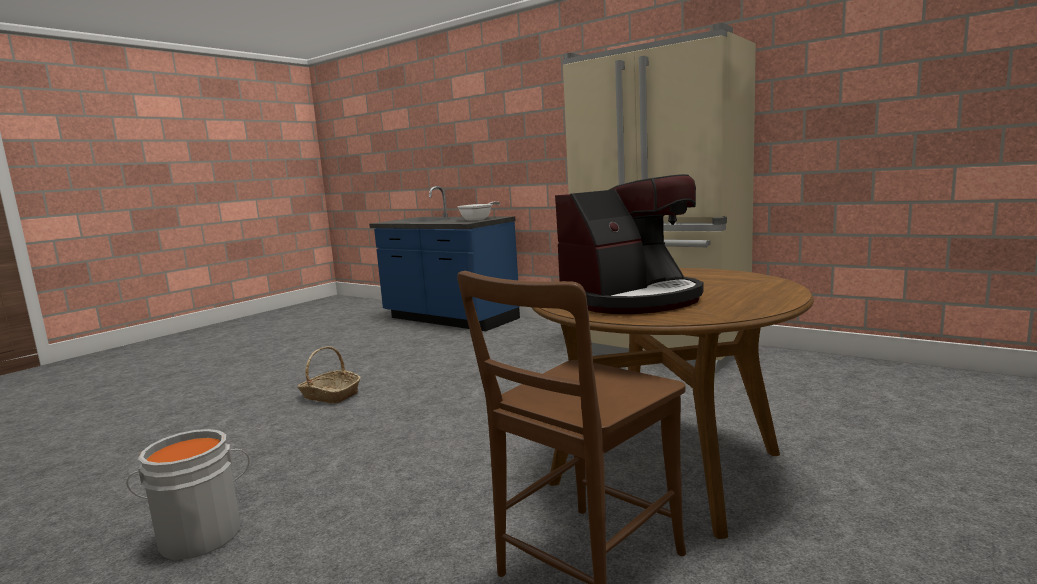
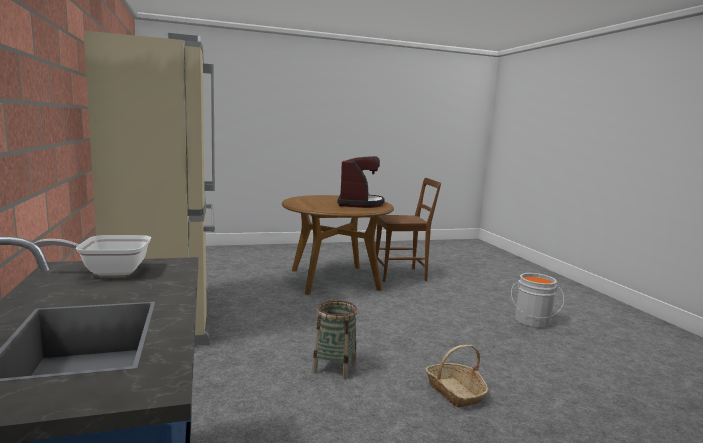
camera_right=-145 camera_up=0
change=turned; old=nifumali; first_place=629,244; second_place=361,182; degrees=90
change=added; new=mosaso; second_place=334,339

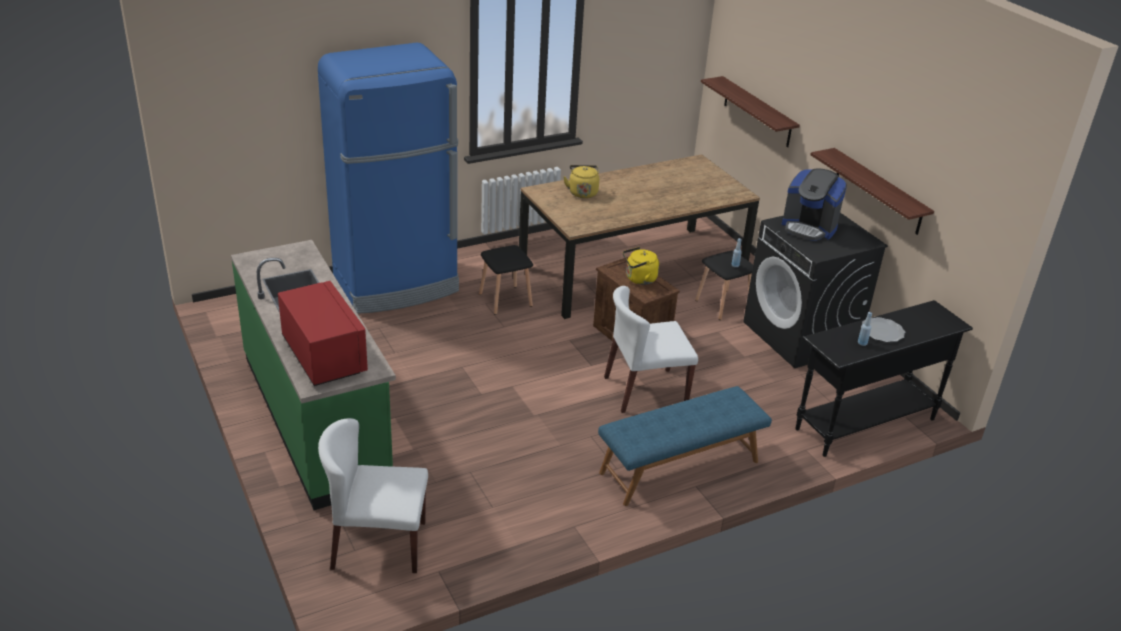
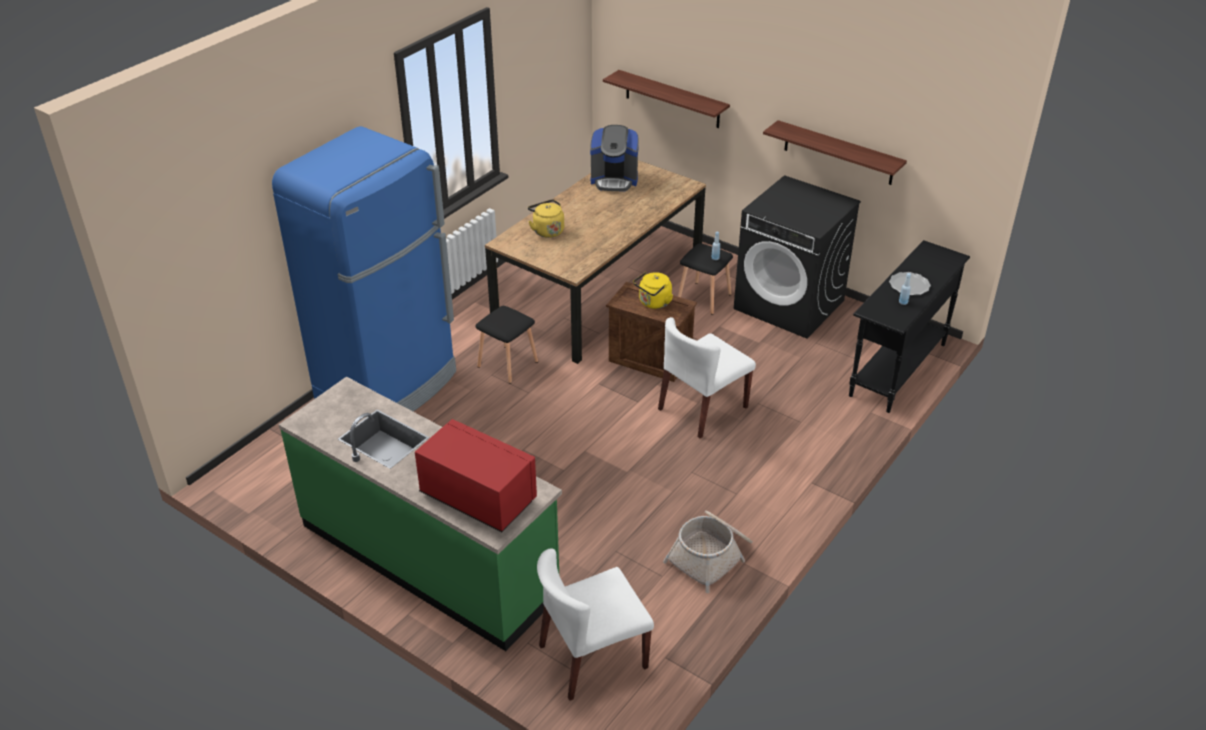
camera_right=-25 camera_up=5
change=removed; old=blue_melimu; first_place=685,446
change=moved; old=nifumali; first_place=814,204; second_place=614,158
change=added; new=mosaso; second_place=708,551

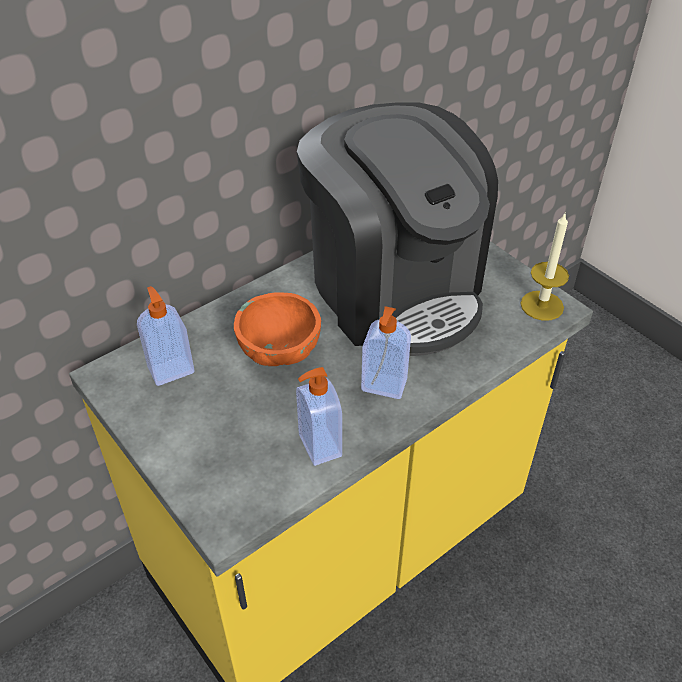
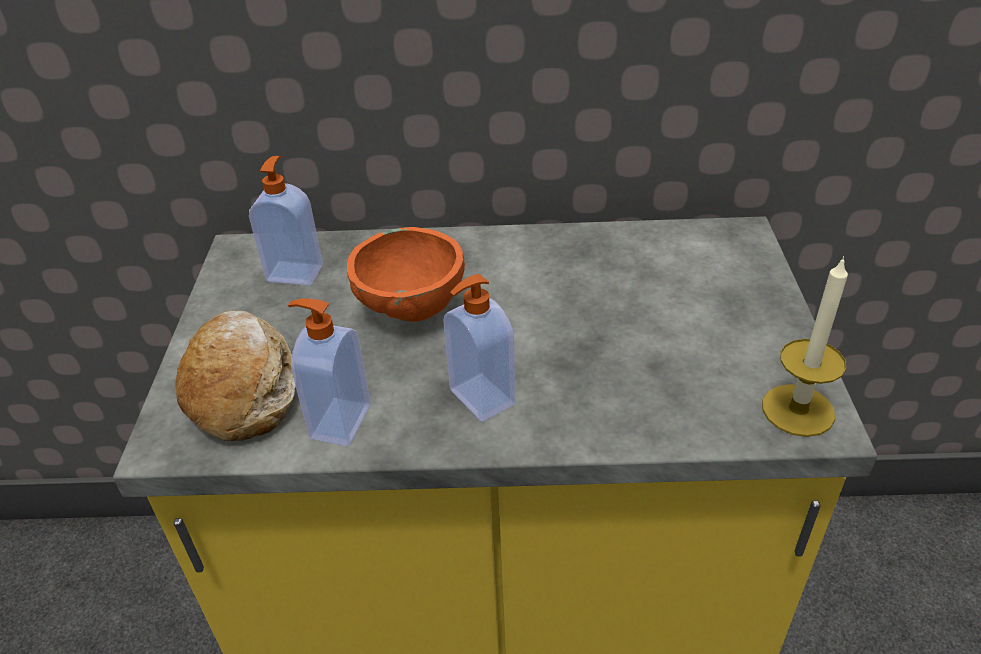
camera_right=40 camera_up=-5
change=removed; old=nifumali; first_place=397,229
change=added; new=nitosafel; second_place=235,375

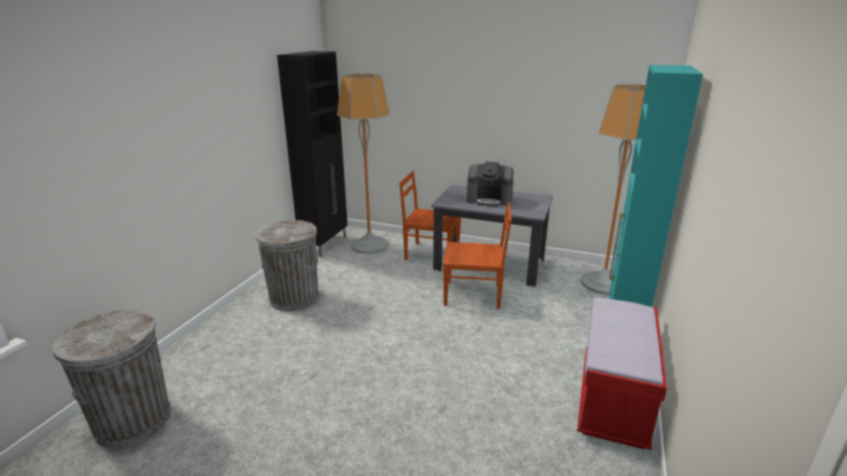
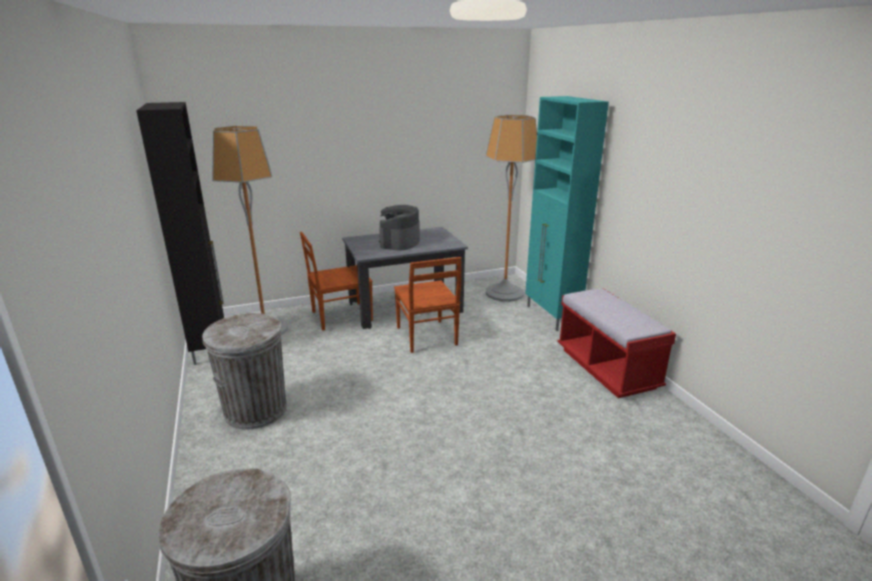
camera_right=-40 camera_up=0
change=turned; old=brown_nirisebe; first_place=477,255; second_place=427,305; degrees=105
change=turned; old=nifumali; first_place=490,183; second_place=399,228; degrees=135

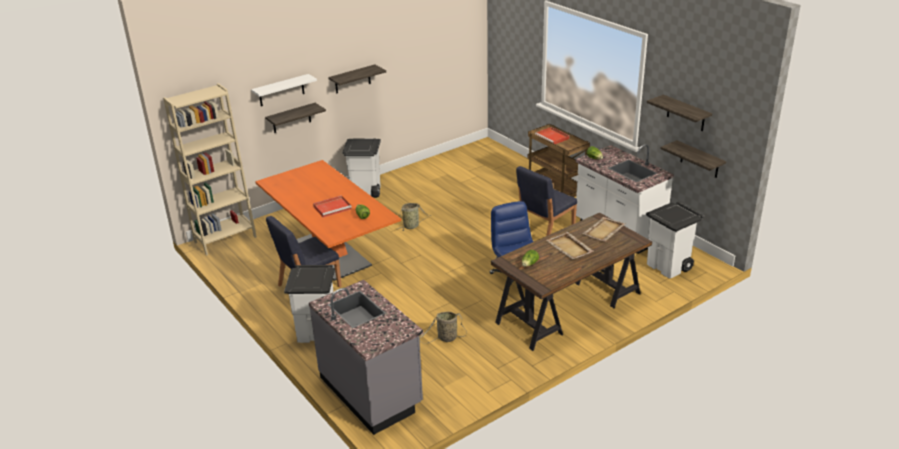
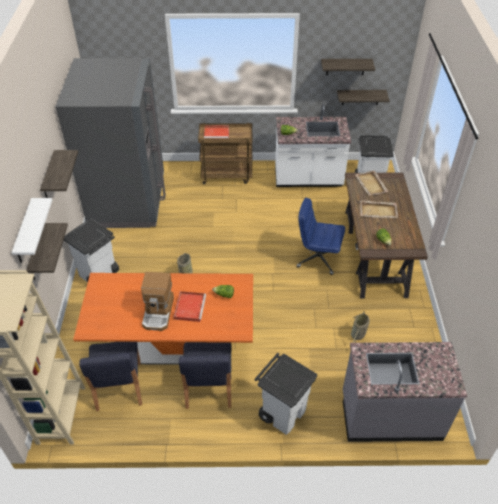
camera_right=-55 camera_up=15
change=moved; old=blue_nirisebe; first_place=546,201; second_place=110,376
change=added; new=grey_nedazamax; second_place=110,143
change=added; new=nifumali; second_place=157,301

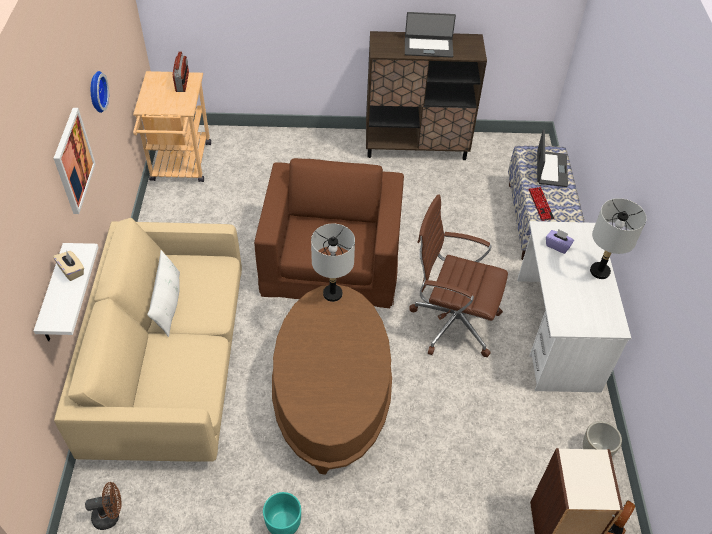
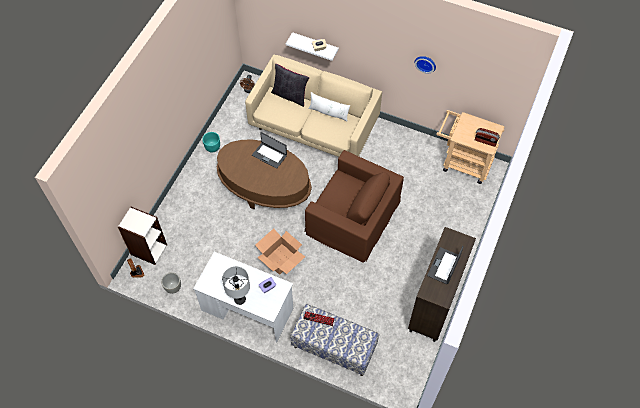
camera_right=115 camera_up=10
change=removed; old=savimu; first_place=74,161
change=removed; old=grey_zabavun; first_place=333,263
change=replaced; old=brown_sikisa; new=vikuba; first_place=459,275; second_place=280,251
change=moved; old=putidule; first_place=552,158; second_place=269,150
change=added; new=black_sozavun; second_place=290,85

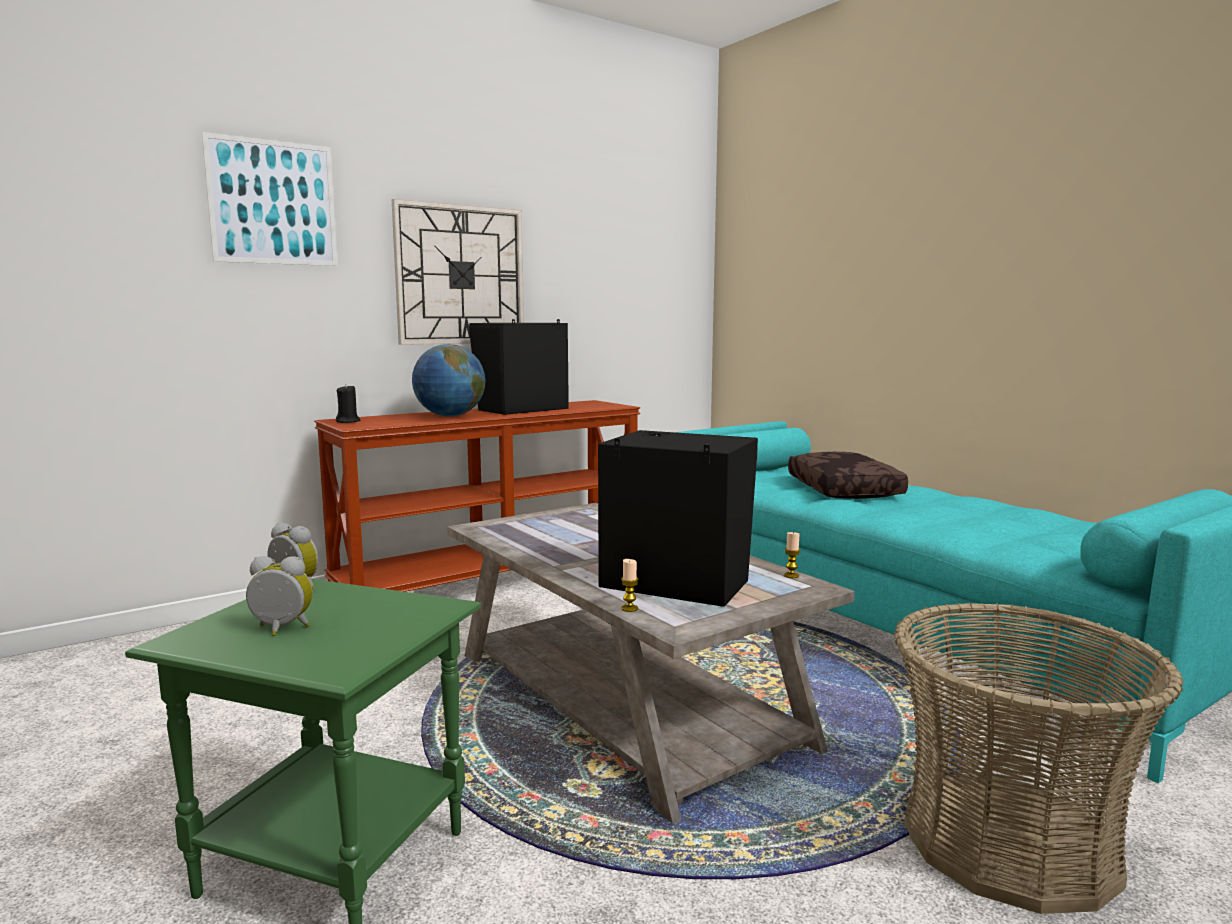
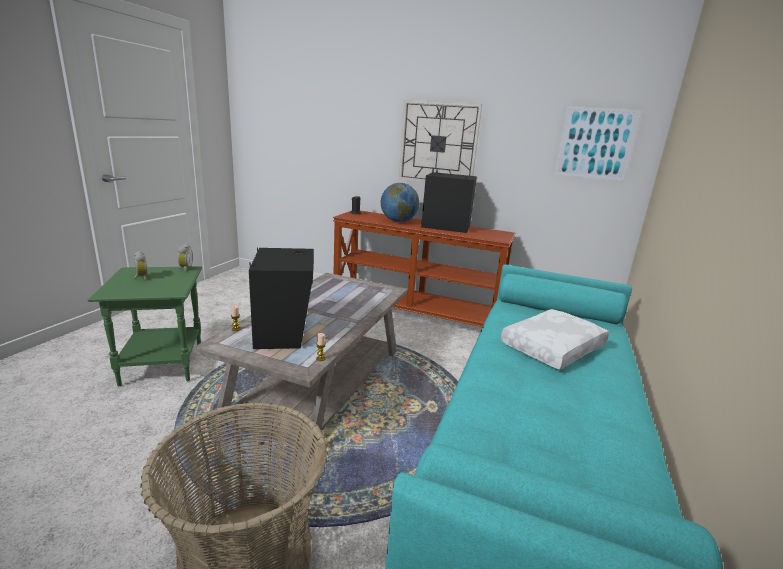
camera_right=55 camera_up=10
change=moved; old=savimu; first_place=270,199; second_place=597,143
change=recoloured; old=brown_sozavun; new=white_sozavun; first_place=848,475; second_place=555,339

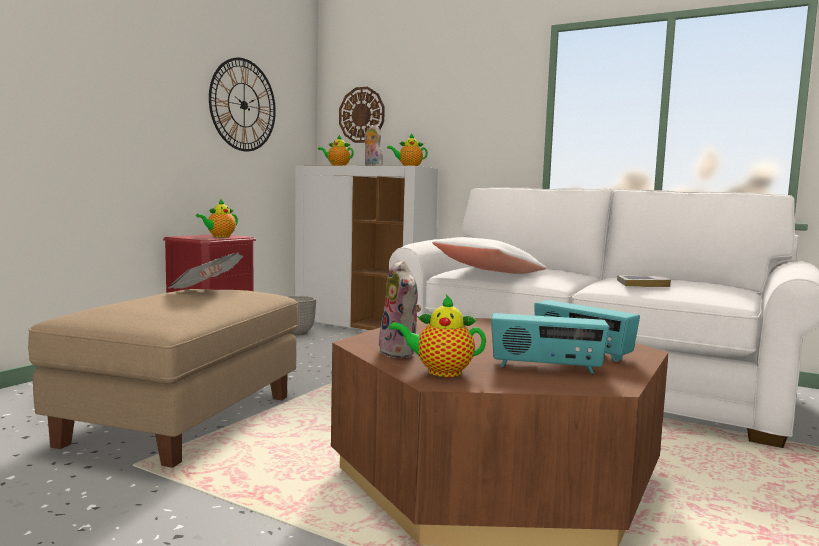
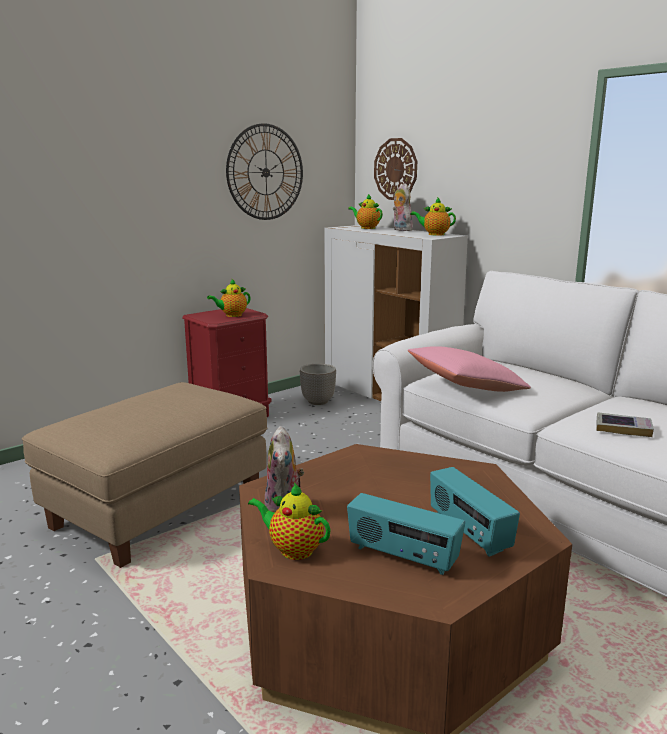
camera_right=20 camera_up=10
change=removed; old=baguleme; first_place=205,271
change=recoloured; old=white_sozavun; new=pink_sozavun; first_place=489,255; second_place=469,369

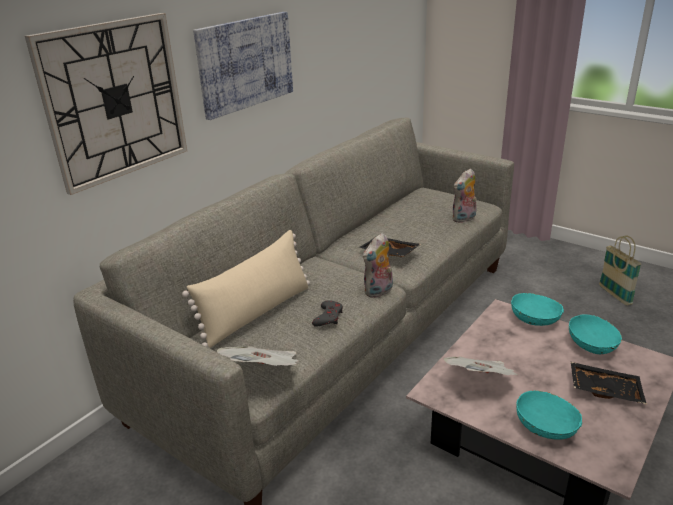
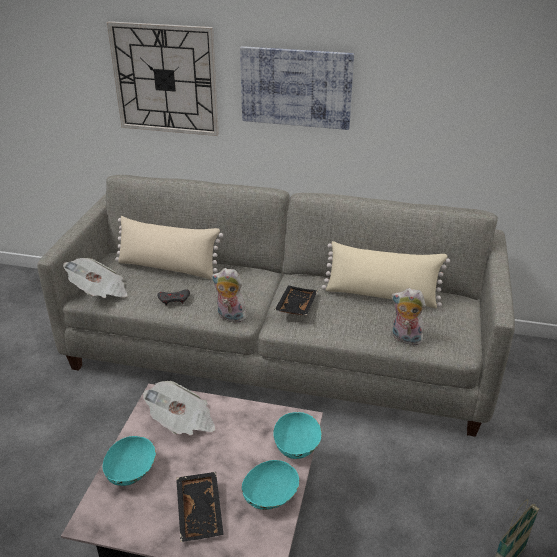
camera_right=65 camera_up=5
change=added; new=beige_sozavun; second_place=386,274

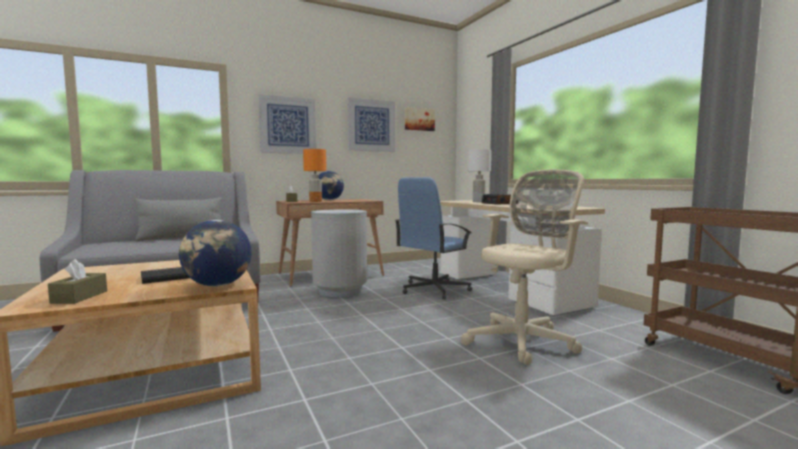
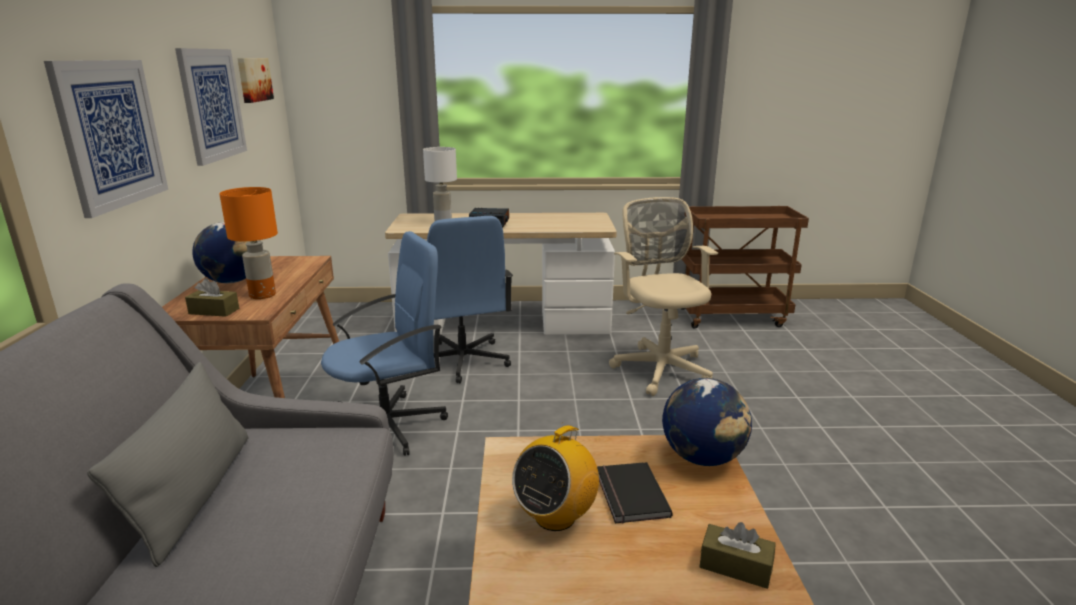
camera_right=-65 camera_up=15
change=replaced; old=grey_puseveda; new=blue_sikisa; first_place=339,253; second_place=384,343
change=added; new=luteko; second_place=555,476

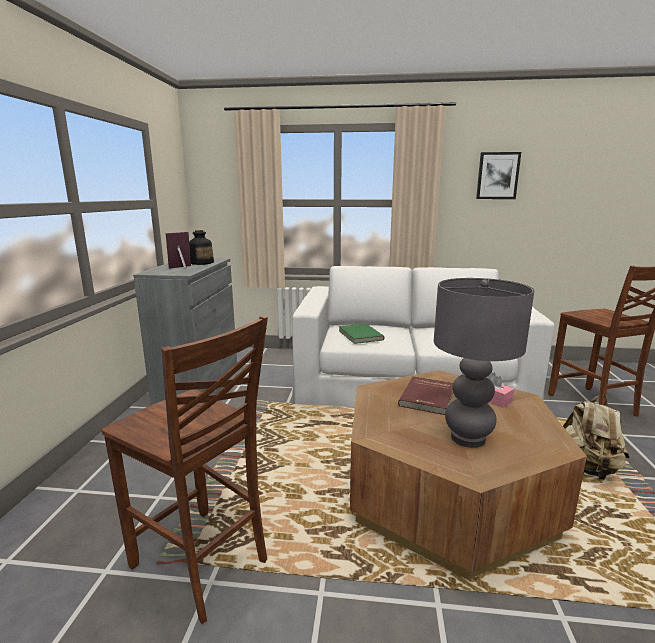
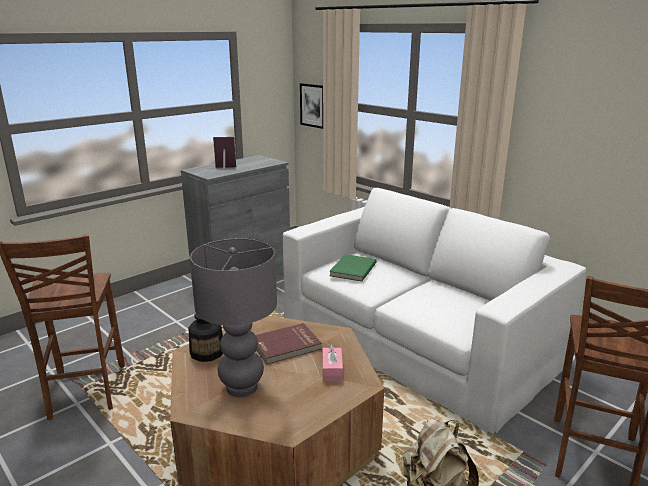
camera_right=40 camera_up=5
change=moved; old=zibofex; first_place=201,247; second_place=206,337
change=moved; old=savimu; first_place=498,175; second_place=311,106

